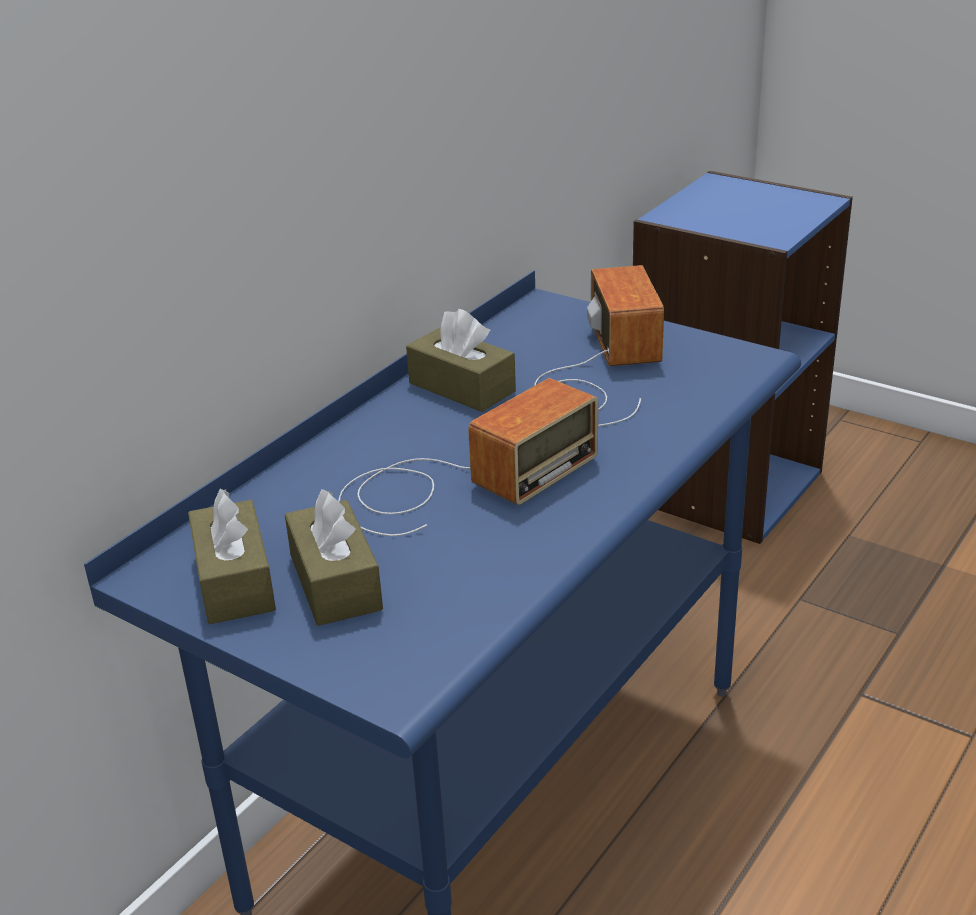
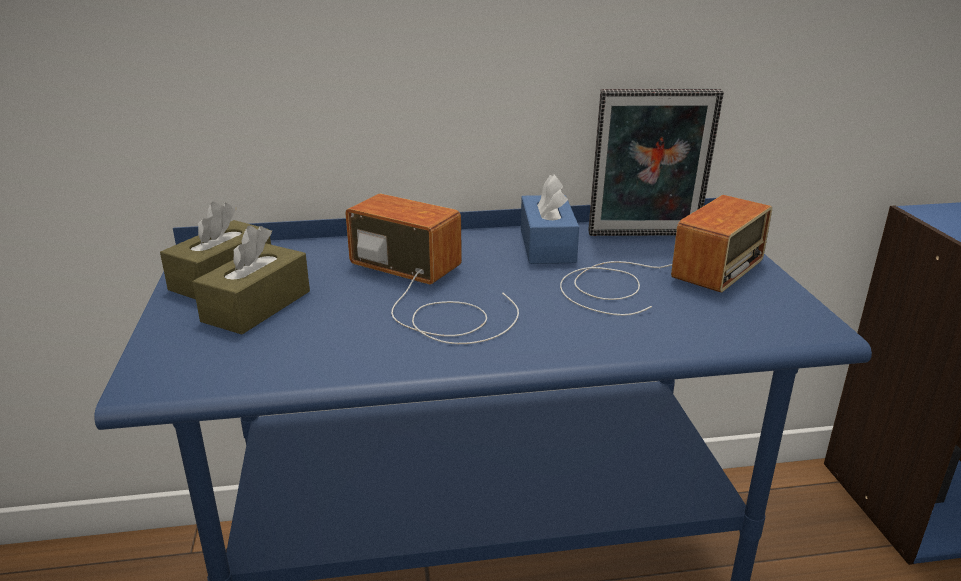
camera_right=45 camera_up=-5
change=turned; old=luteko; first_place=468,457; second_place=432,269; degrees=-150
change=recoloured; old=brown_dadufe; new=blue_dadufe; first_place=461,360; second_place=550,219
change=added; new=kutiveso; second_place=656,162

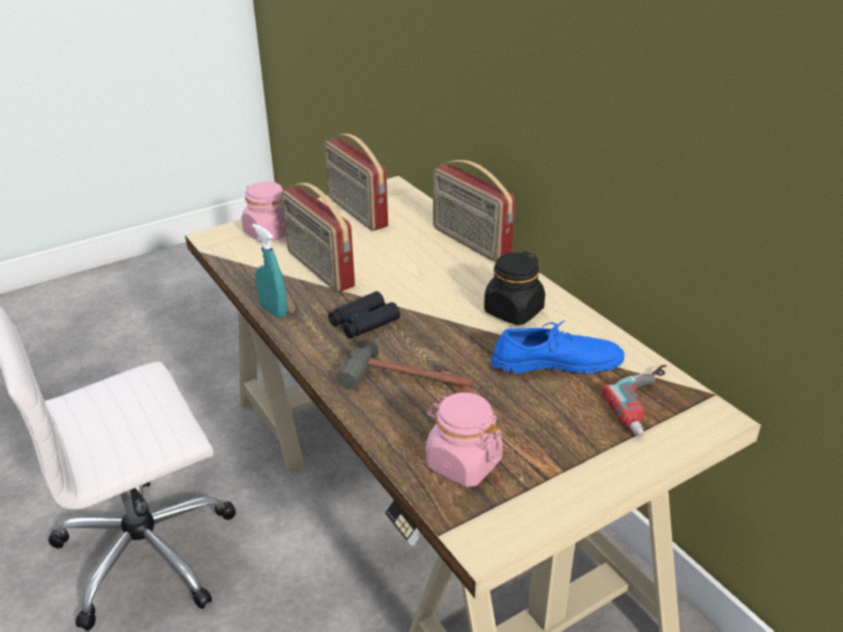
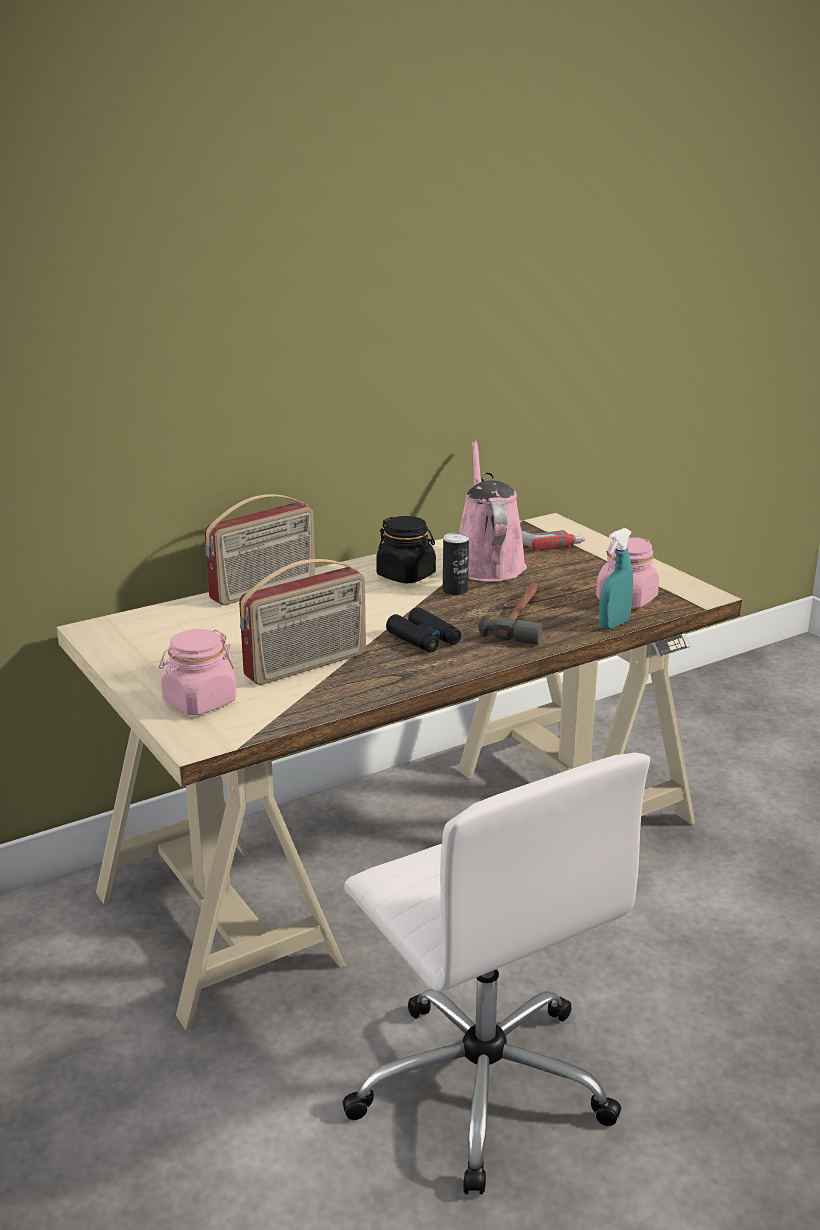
camera_right=-90 camera_up=-10
change=moved; old=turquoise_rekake; first_place=269,271; second_place=616,579
change=removed; old=luteko; first_place=356,182
change=replaced; old=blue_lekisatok; new=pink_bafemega; first_place=557,347; second_place=493,511
change=added; new=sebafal; second_place=456,564

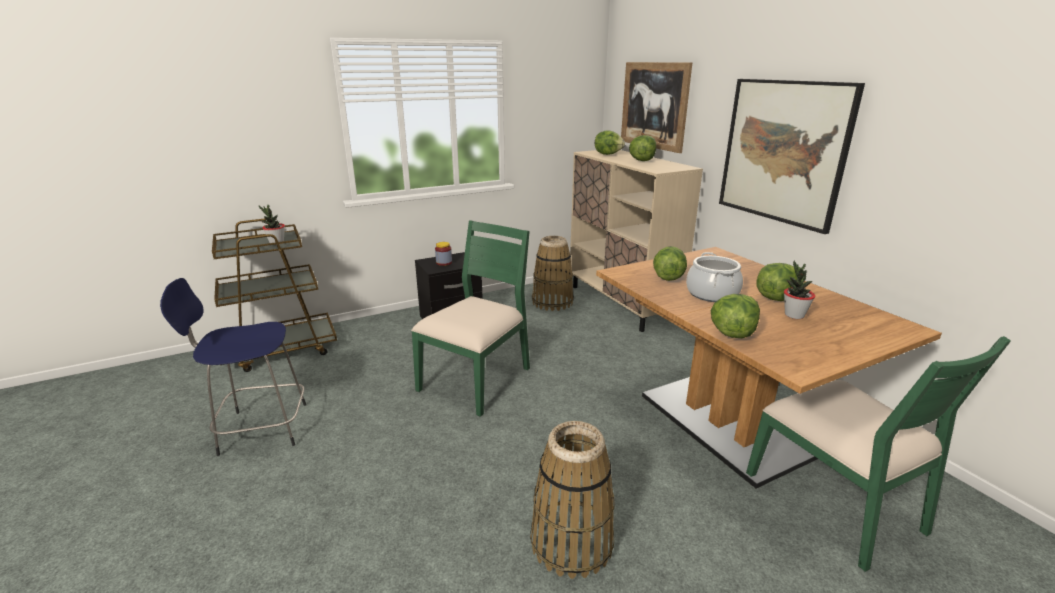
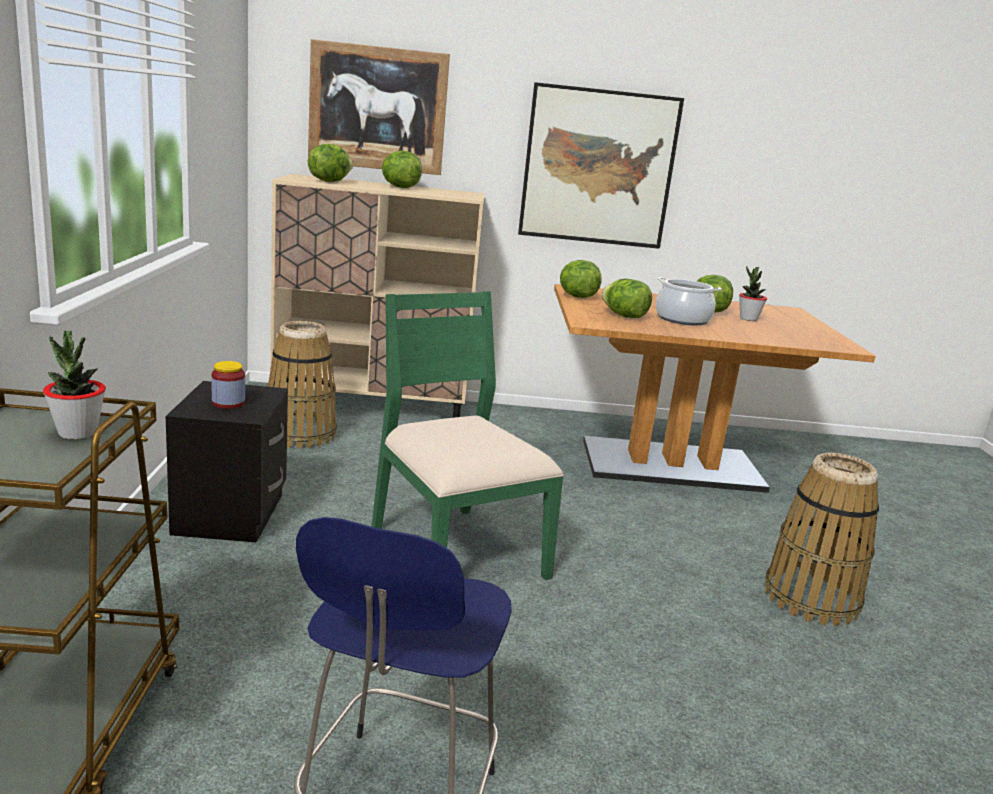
camera_right=-65 camera_up=-5
change=moved; old=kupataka; first_place=735,316; second_place=581,279
change=removed; old=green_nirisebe; first_place=878,454

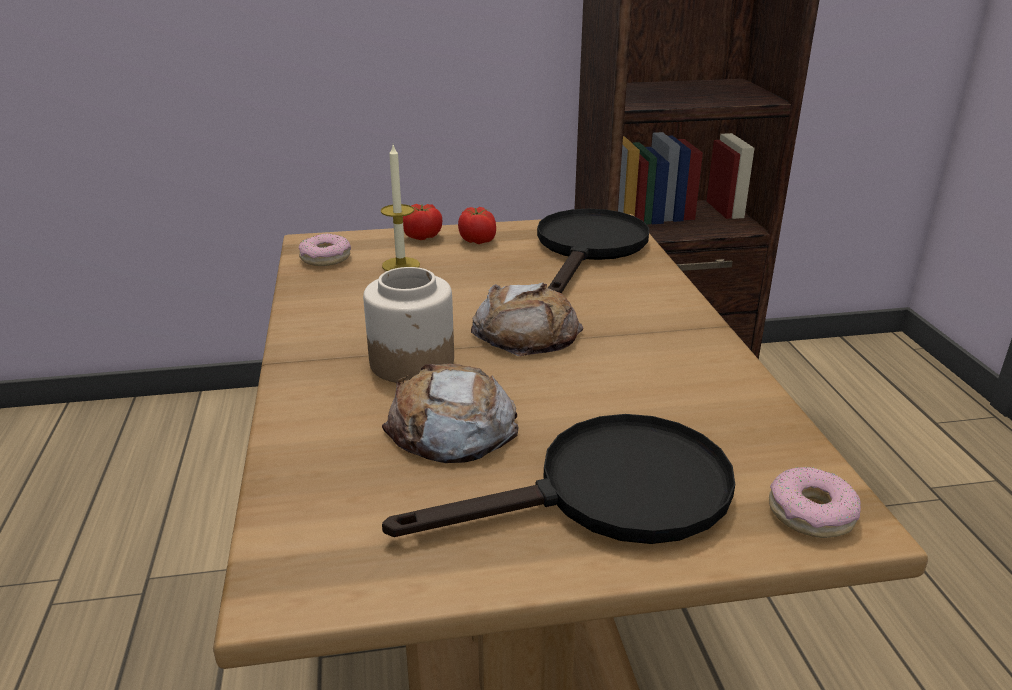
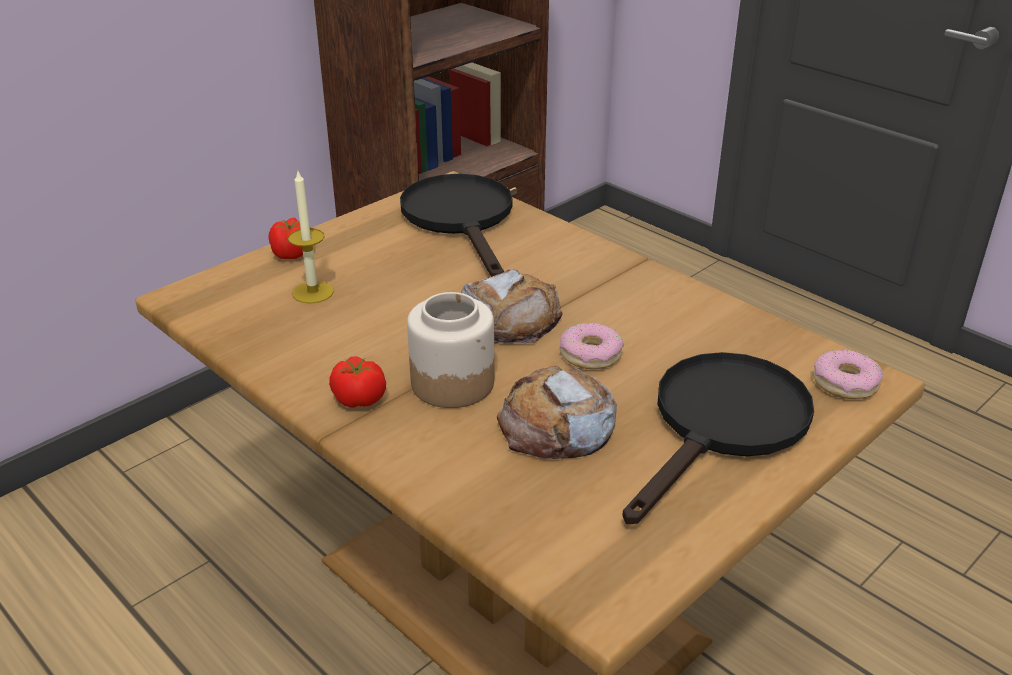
camera_right=-35 camera_up=5
change=moved; old=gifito; first_place=325,250; second_place=592,346
change=moved; old=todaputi; first_place=477,225; second_place=357,382

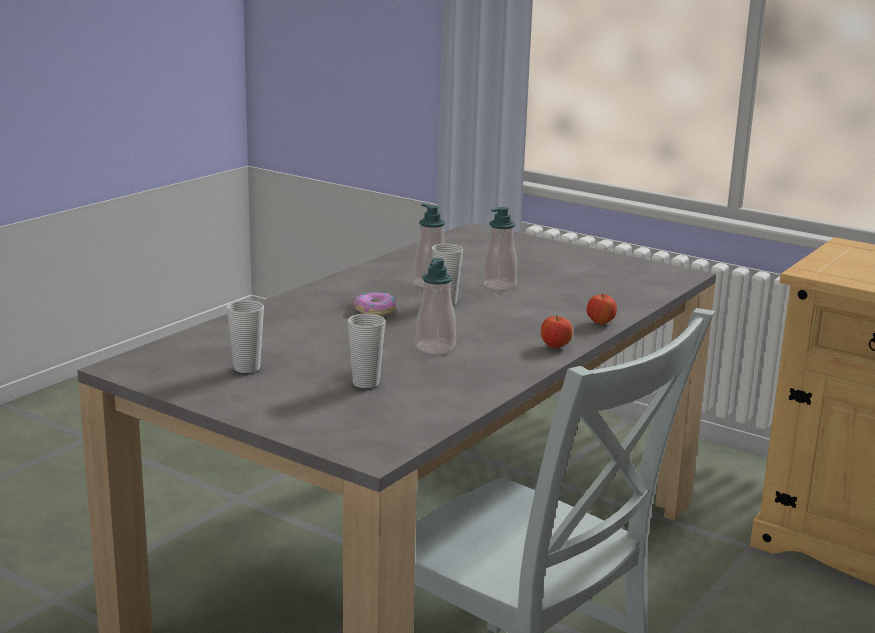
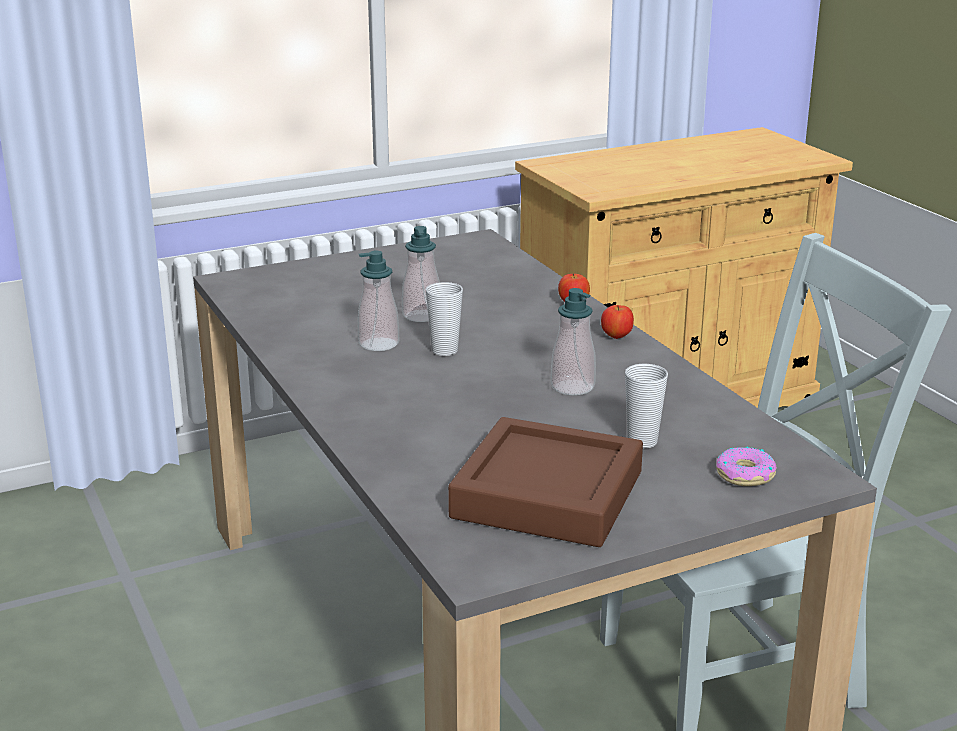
camera_right=-60 camera_up=5
change=replaced; old=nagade; new=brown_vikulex; first_place=245,336; second_place=545,482
change=moved; old=gifito; first_place=375,304; second_place=746,466

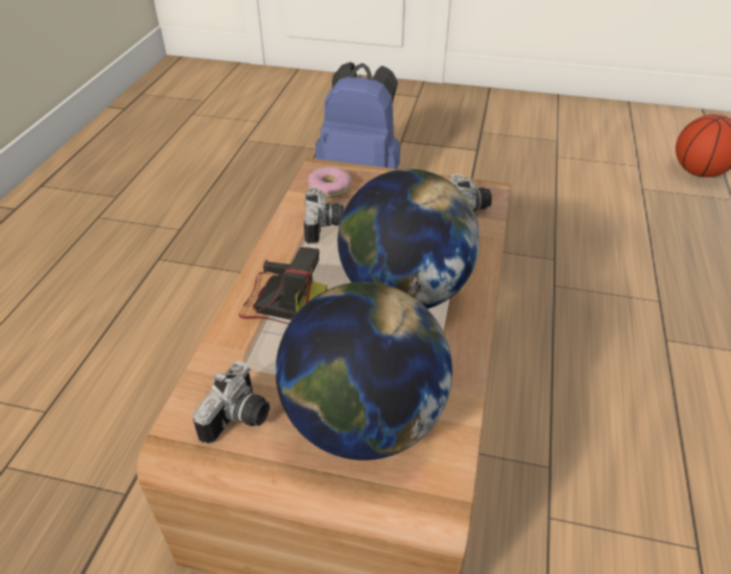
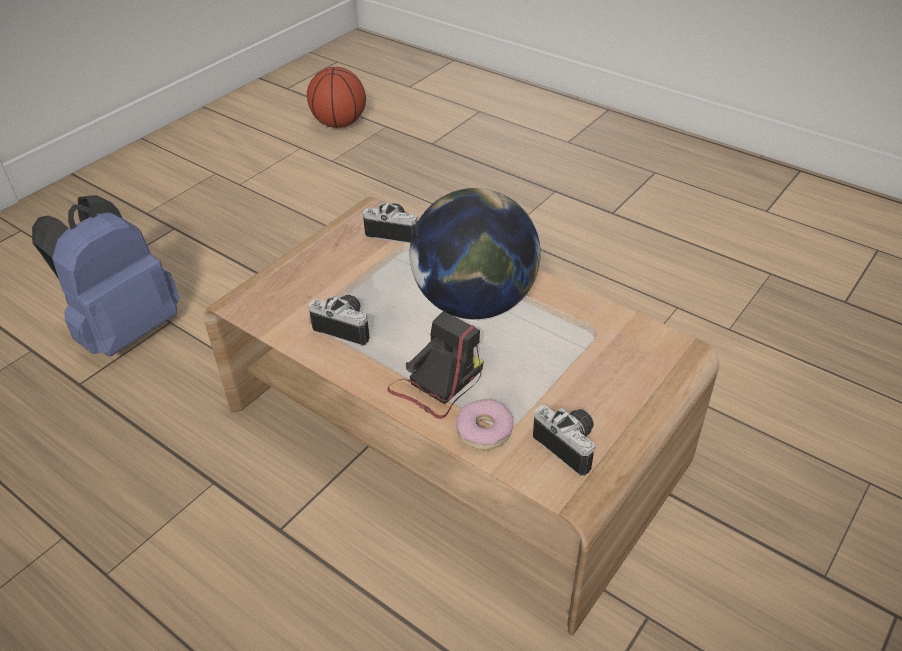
camera_right=-65 camera_up=0
change=removed; old=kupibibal; first_place=363,371
change=moved; old=gifito; first_place=329,182; second_place=484,424

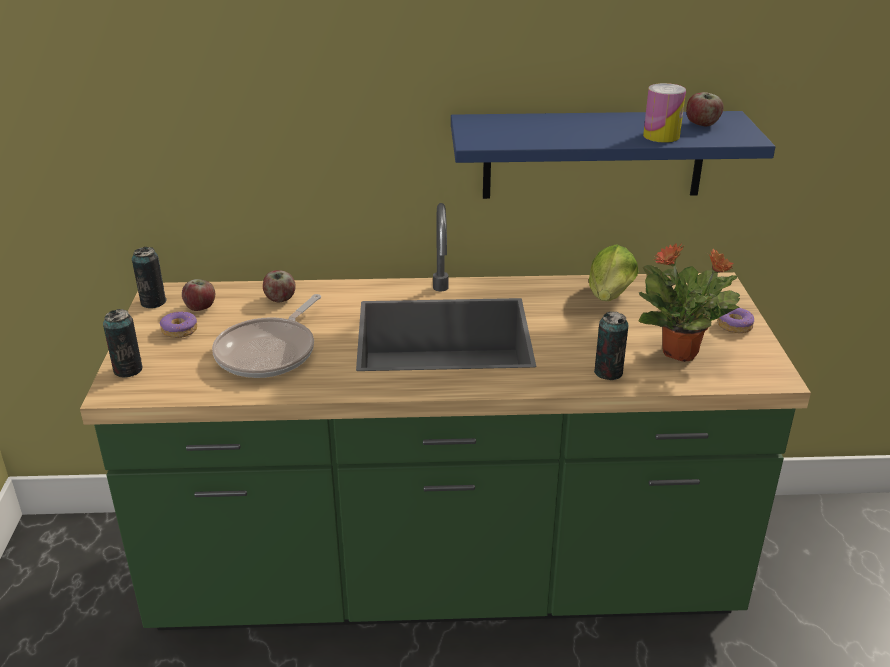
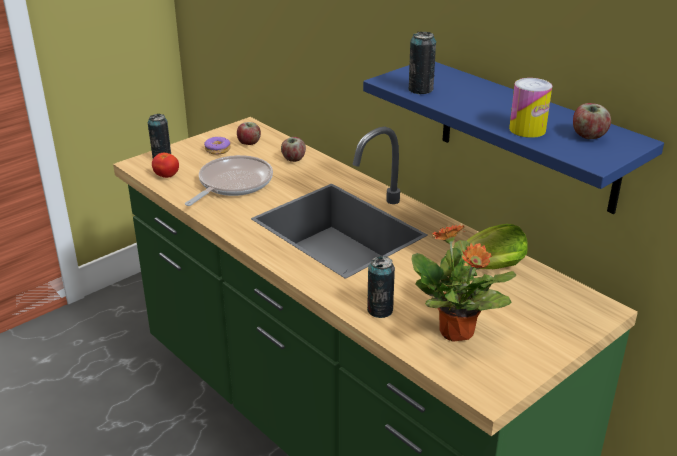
camera_right=50 camera_up=0
change=moved; old=sebafal; first_place=149,277; second_place=422,63
change=turned; old=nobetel; first_place=266,336; second_place=229,180; degrees=135
change=removed; old=gifito; first_place=735,320
change=added; new=todaputi; second_place=165,165

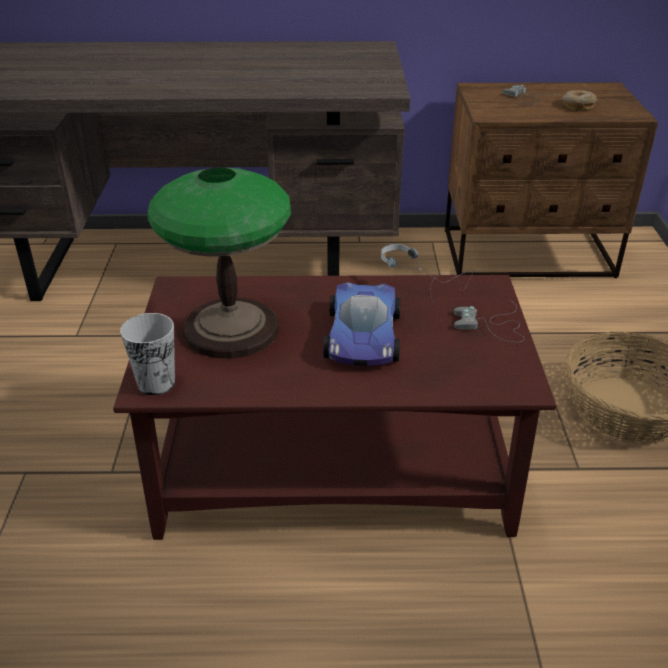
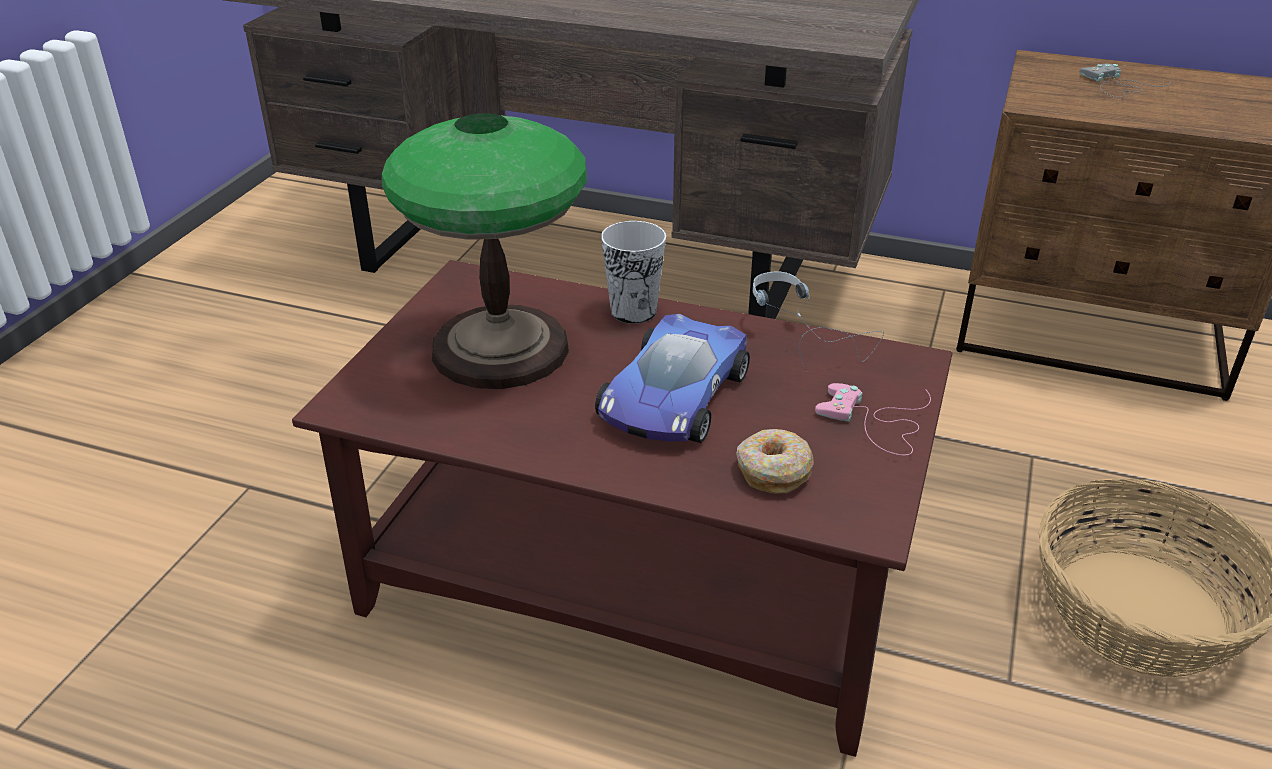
camera_right=20 camera_up=0
change=moved; old=nagade; first_place=147,354; second_place=633,272
change=recoloured; old=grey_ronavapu; new=pink_ronavapu; first_place=489,321; second_place=873,419
change=moved; old=gifito; first_place=579,100; second_place=775,461

